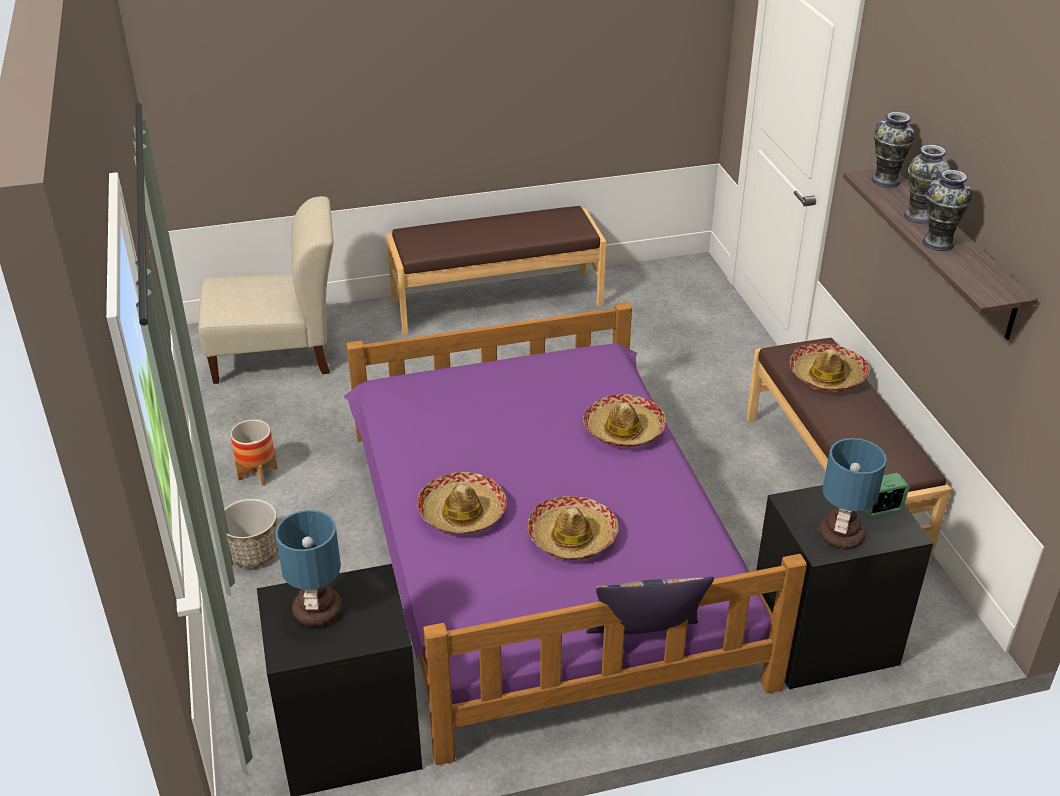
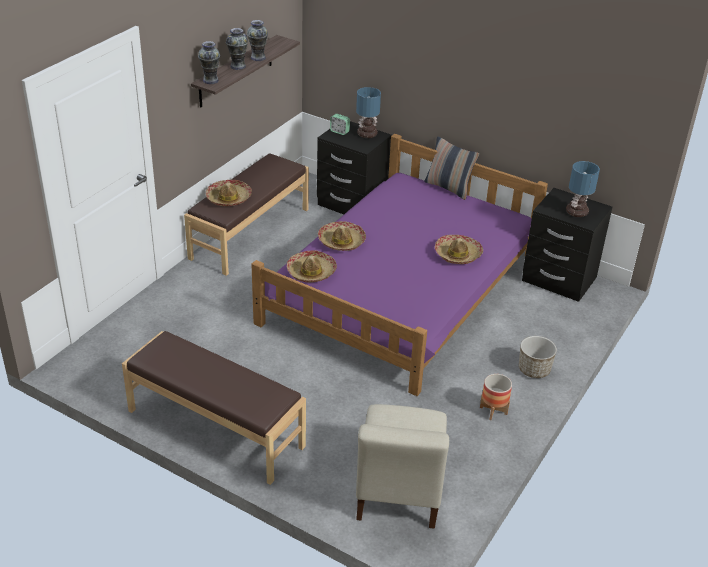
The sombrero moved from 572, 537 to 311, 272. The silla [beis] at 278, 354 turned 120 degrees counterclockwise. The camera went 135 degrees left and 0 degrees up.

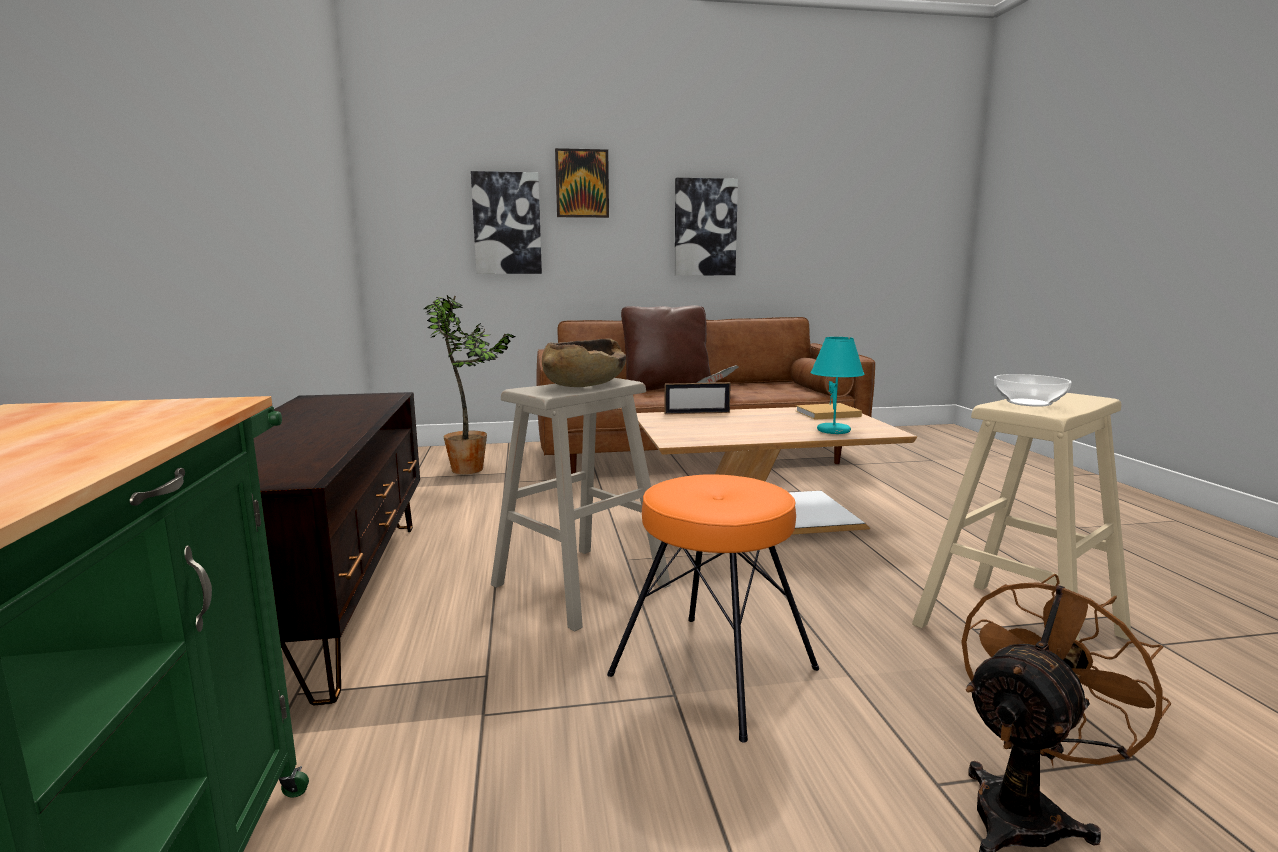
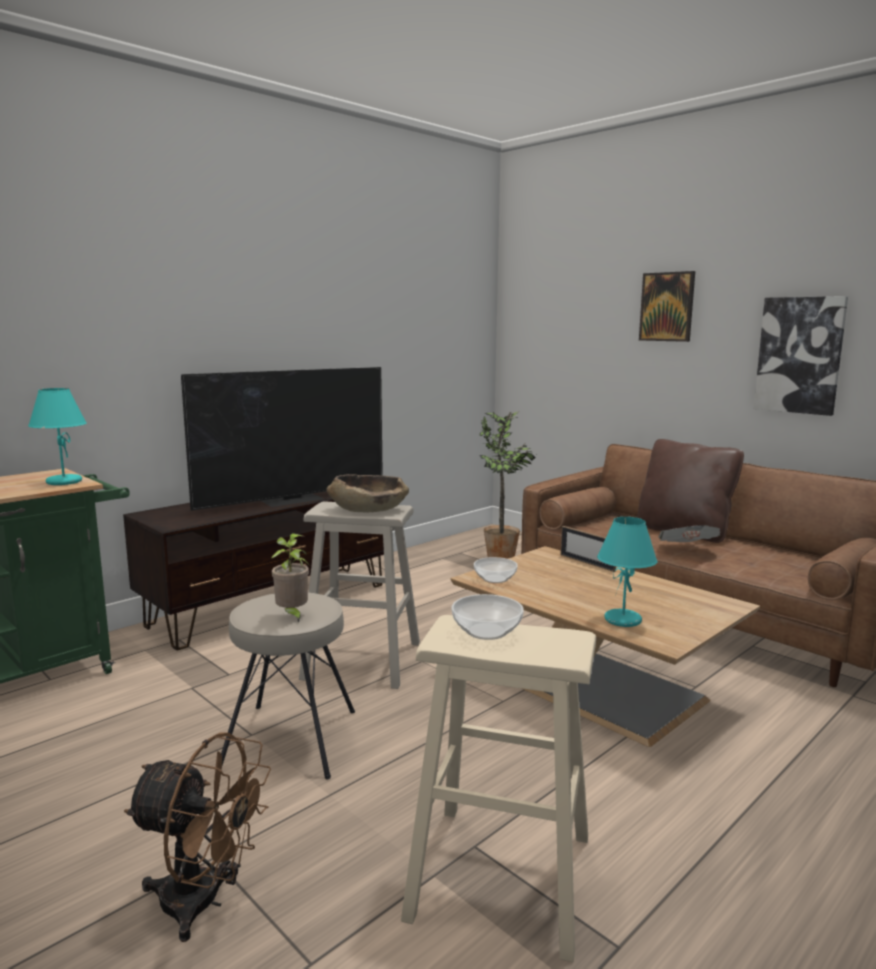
The lámpara de mesa [turquesa] at 63, 482 appeared. The televisor at 293, 499 appeared. The taburete [naranja] at 714, 670 became the taburete [beis] at 292, 739. The planta en maceta at 292, 615 appeared. The cuenco at 495, 579 appeared. The cuadro at 507, 224 disappeared. The libro [beis] at 826, 414 disappeared. The camera went 55 degrees right and 0 degrees up.

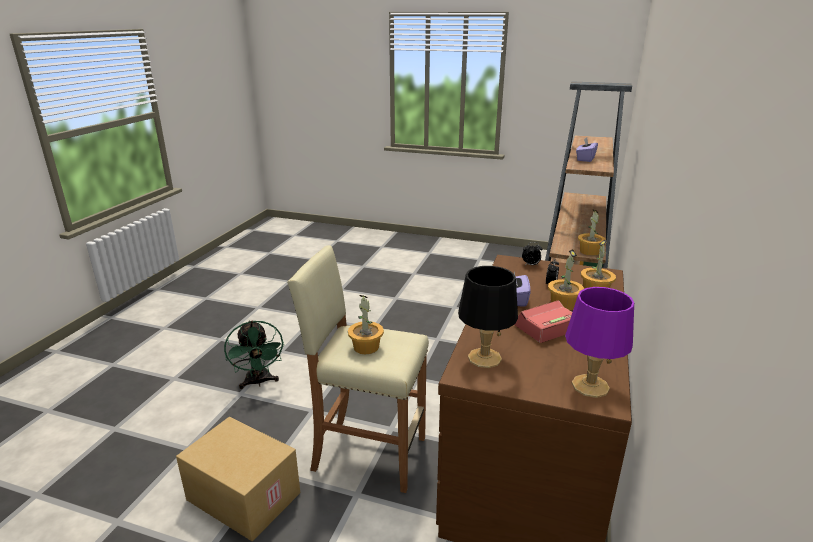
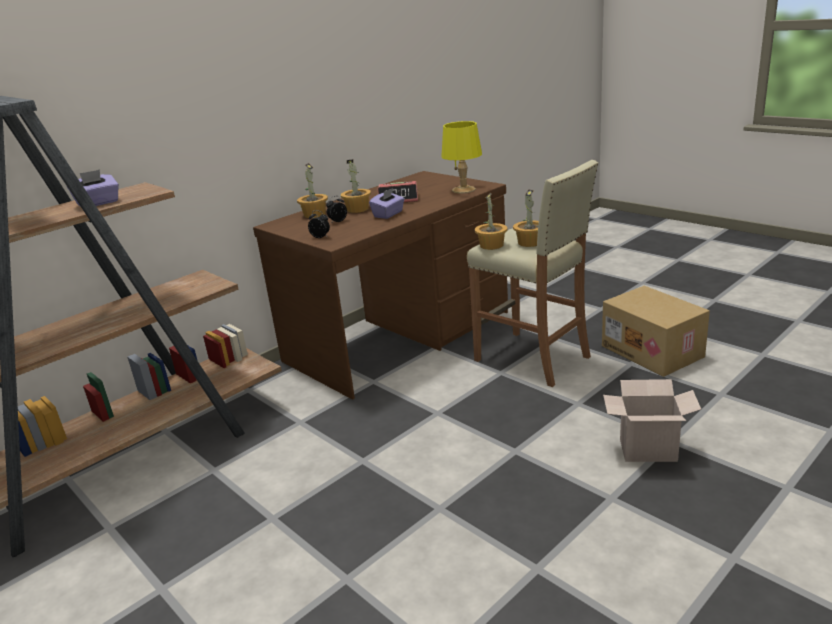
The lámpara de mesa [negro] at 484, 358 became the lámpara de mesa [amarillo] at 464, 190. The planta en maceta moved from 589, 251 to 492, 245. The ventilador [verde] at 258, 382 was replaced by the caja de cartón at 646, 451. The lámpara de mesa [morado] at 589, 385 disappeared. The camera went 150 degrees left and 0 degrees up.

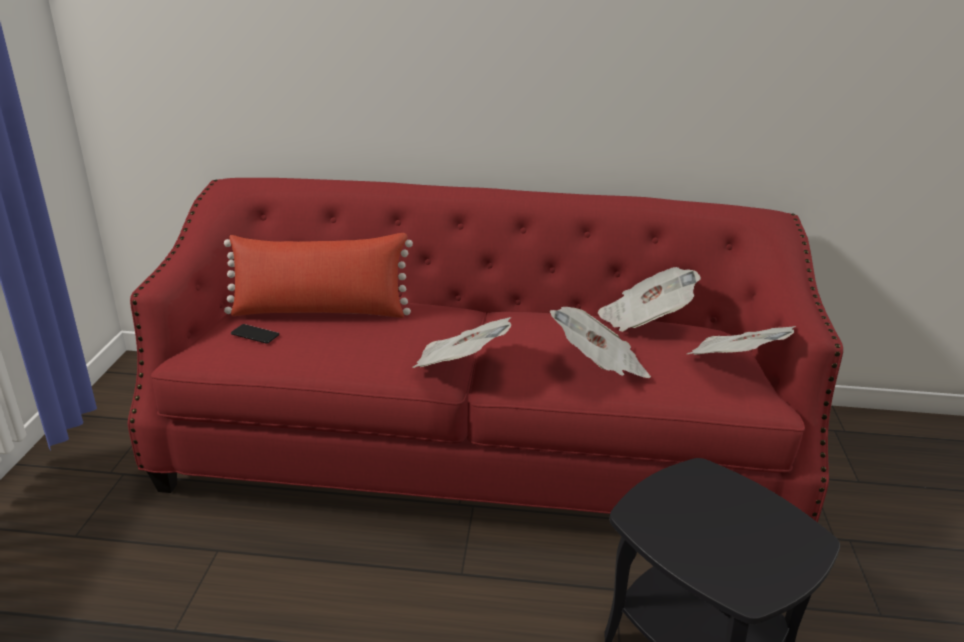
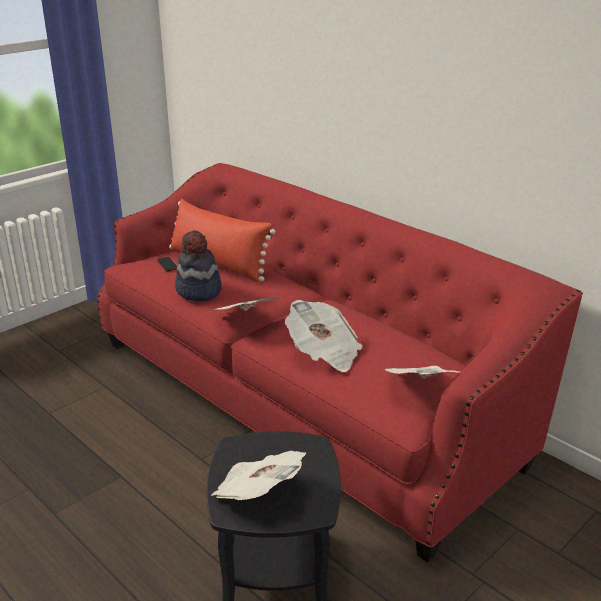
The sombrero at 198, 291 appeared. The periódico moved from 644, 320 to 258, 493. The camera went 40 degrees right and 0 degrees up.

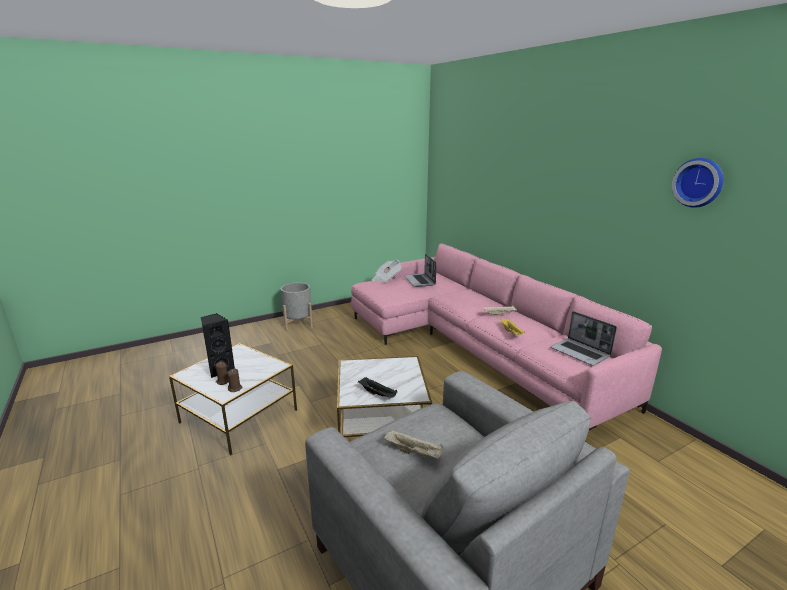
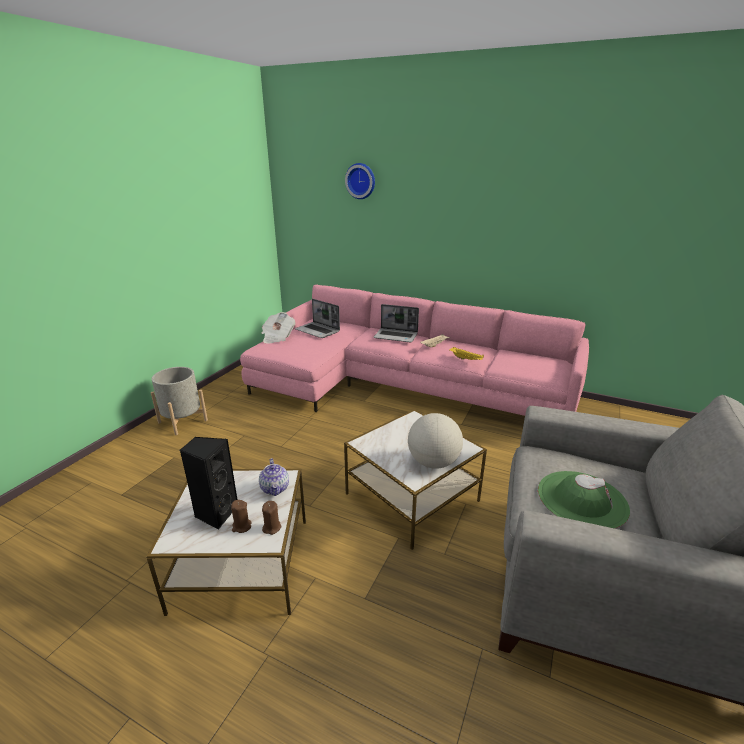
The tetera at 275, 488 appeared. The reloj de pared moved from 699, 182 to 361, 181. The portátil moved from 580, 353 to 396, 336. The bandeja [negro] at 378, 394 was replaced by the globo terráqueo at 433, 462. The bandeja [beis] at 414, 452 was replaced by the sombrero [verde] at 582, 499. The camera went 35 degrees left and 5 degrees up.

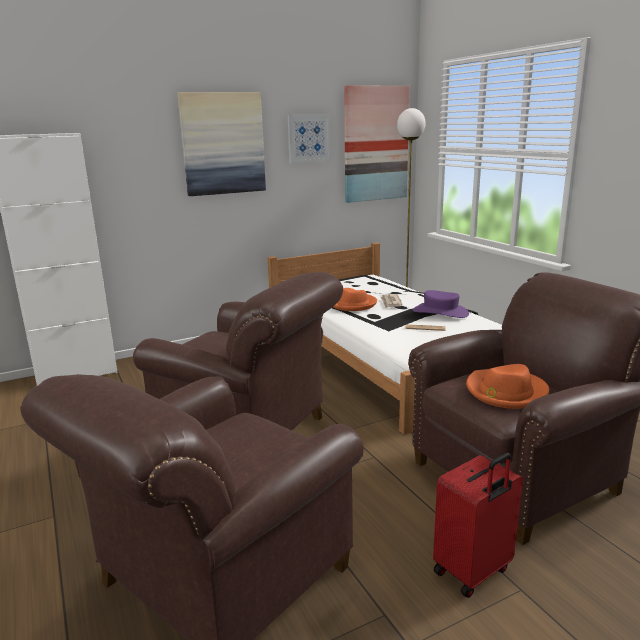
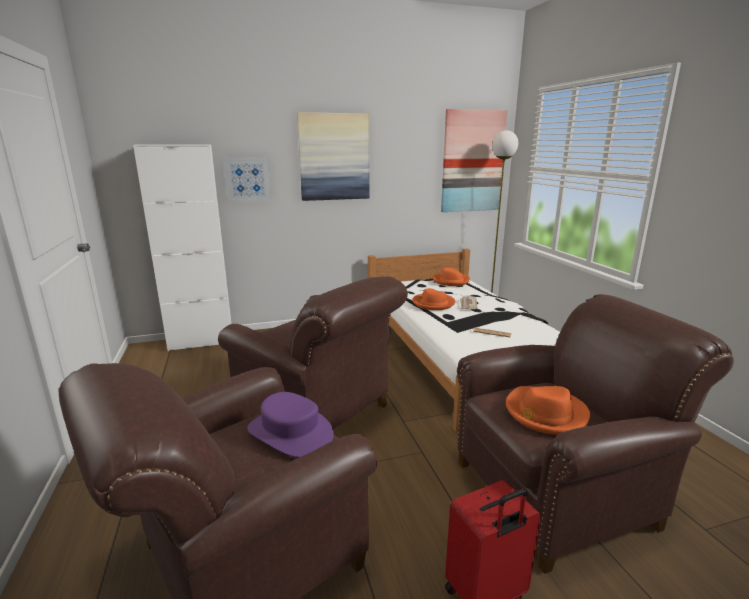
The cuadro moved from 308, 138 to 247, 179. The sombrero [morado] moved from 440, 312 to 291, 432. The sombrero [naranja] at 451, 281 appeared. The camera went 10 degrees right and 0 degrees up.

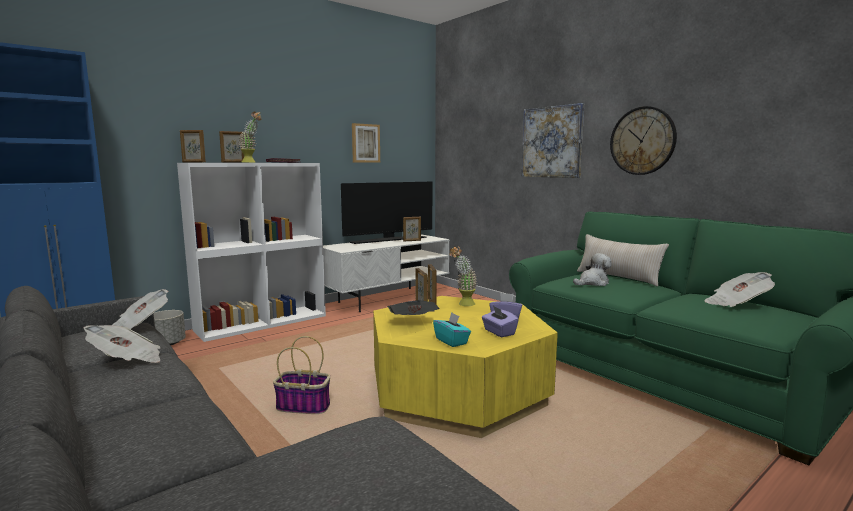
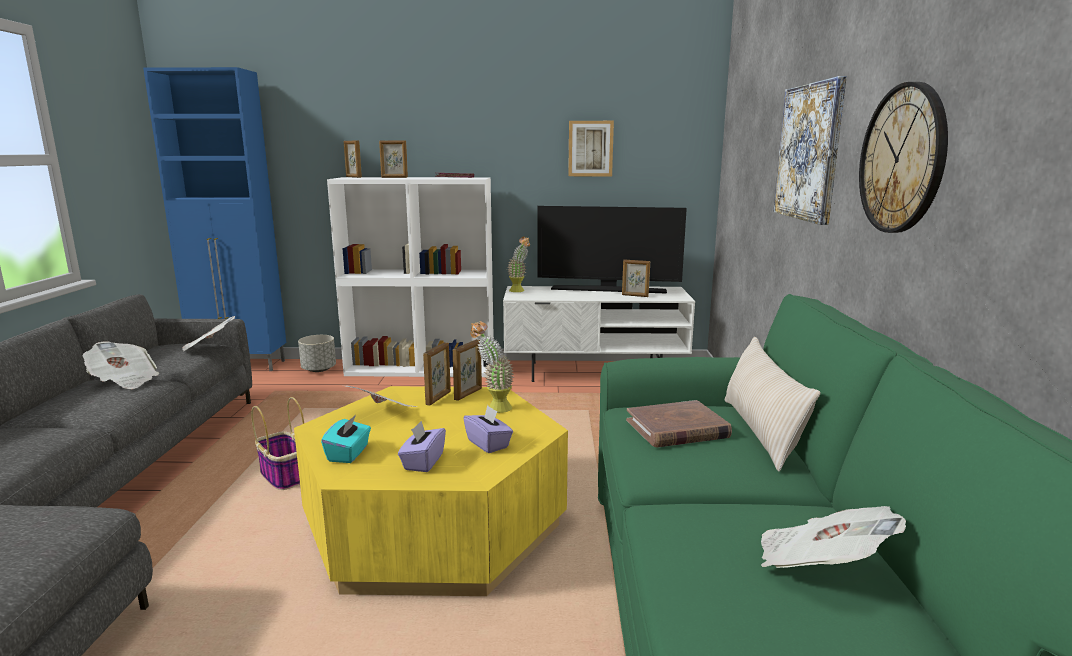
The planta en maceta moved from 252, 162 to 519, 291. The peluche at 592, 283 was replaced by the libro [marrón] at 677, 429. The camera went 40 degrees right and 5 degrees up.

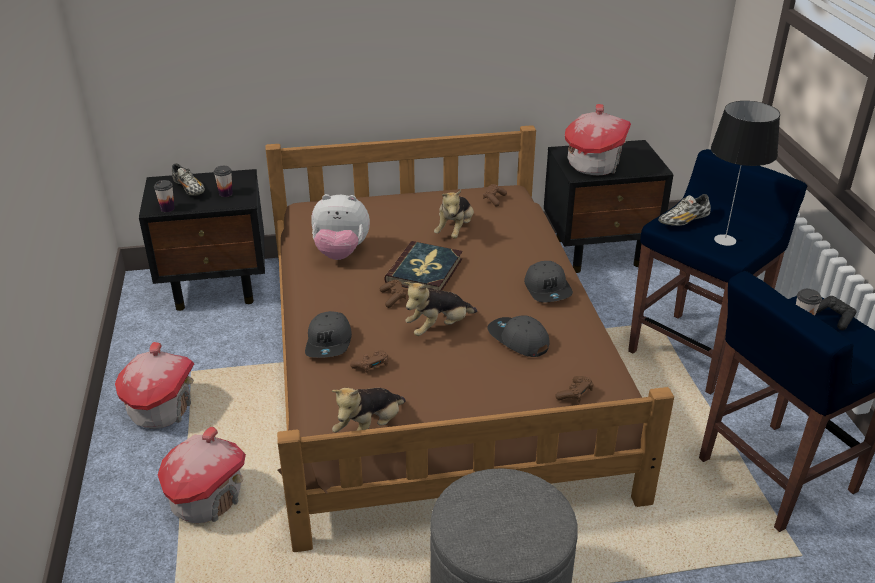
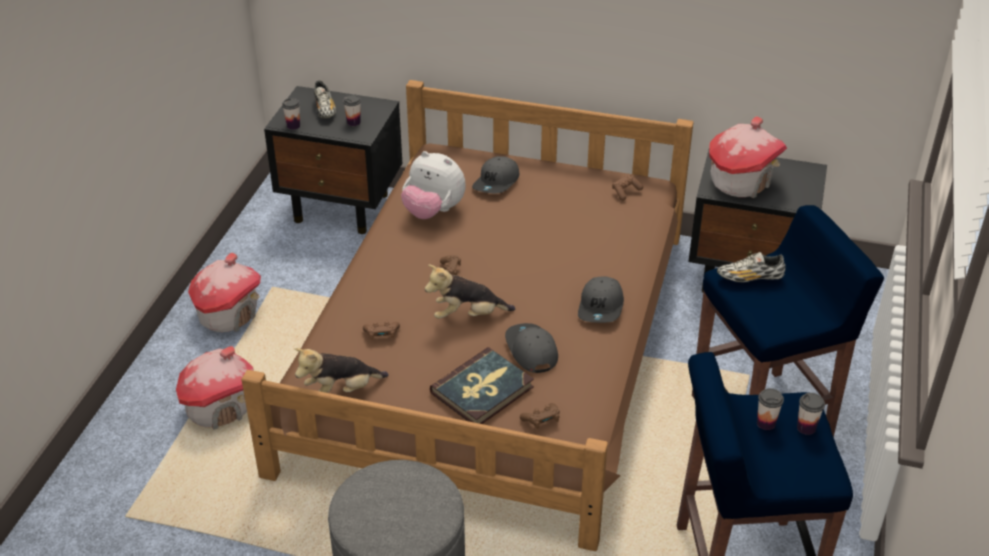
The libro moved from 425, 271 to 482, 390. The gorra [gris] moved from 329, 343 to 497, 183. The mando de consola [negro] at 833, 318 was replaced by the taza at 806, 427. The peluche at 455, 230 disappeared. The lámpara de mesa at 724, 240 disappeared. The camera went 25 degrees right and 5 degrees up.

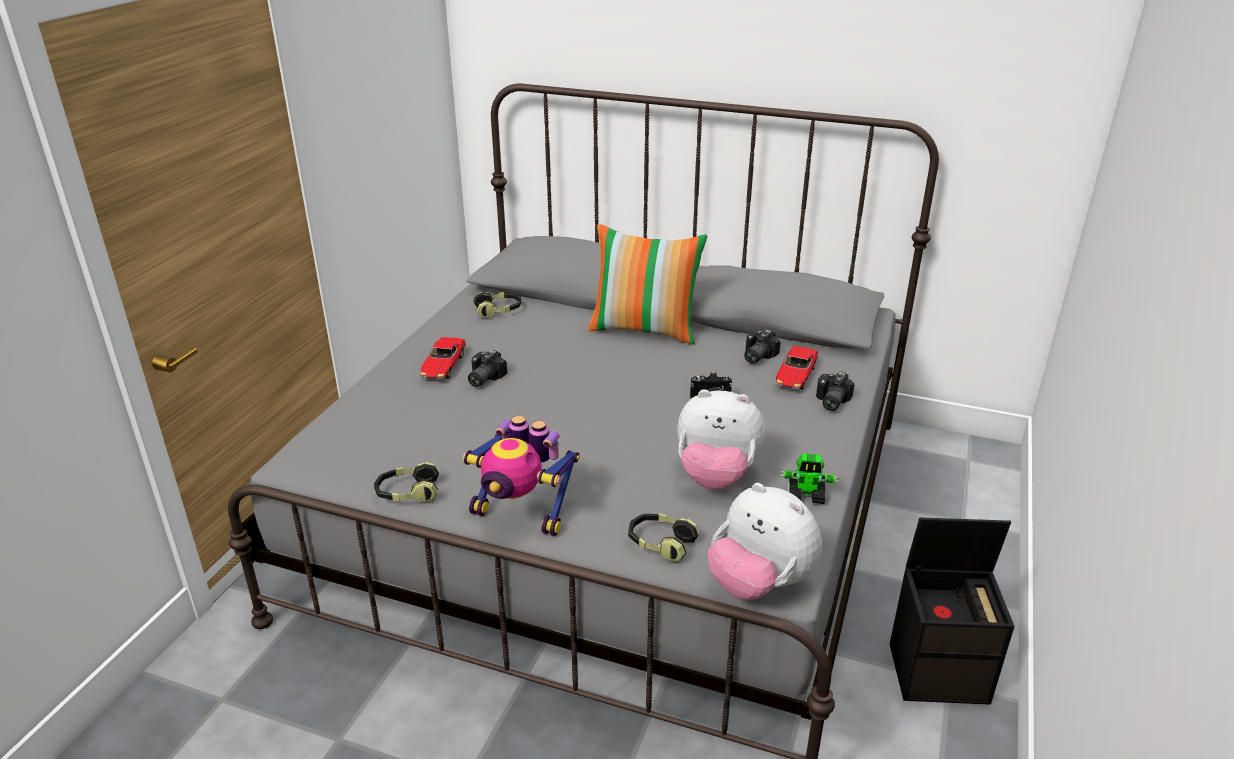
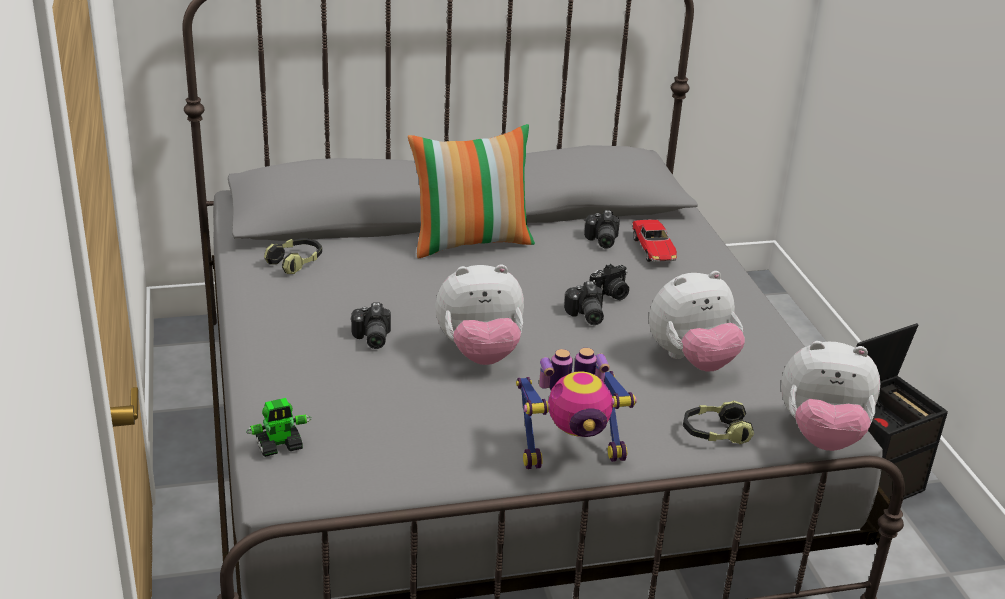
The robot de juguete moved from 806, 496 to 280, 446. The peluche at 480, 353 appeared. The cámara moved from 830, 402 to 585, 315. The auriculares at 408, 493 disappeared. The coche de juguete at 443, 366 disappeared. The camera went 35 degrees left and 0 degrees up.

